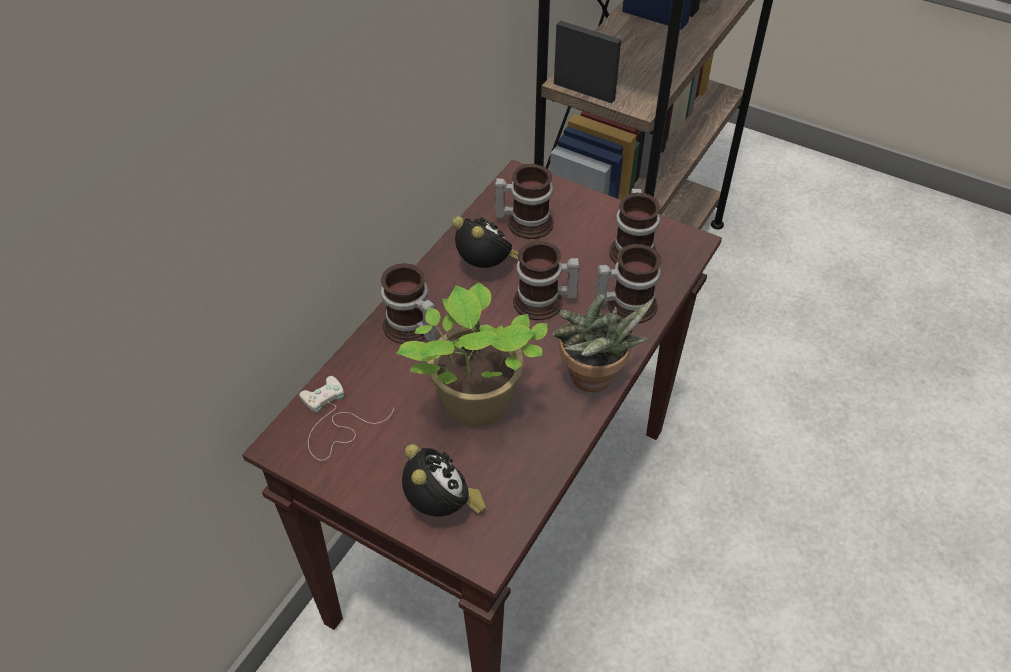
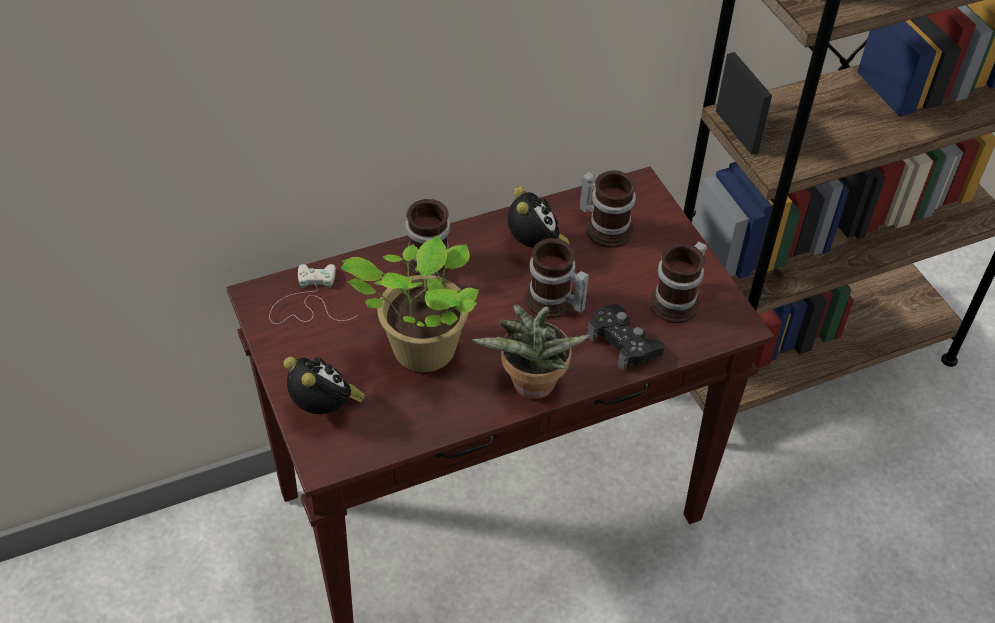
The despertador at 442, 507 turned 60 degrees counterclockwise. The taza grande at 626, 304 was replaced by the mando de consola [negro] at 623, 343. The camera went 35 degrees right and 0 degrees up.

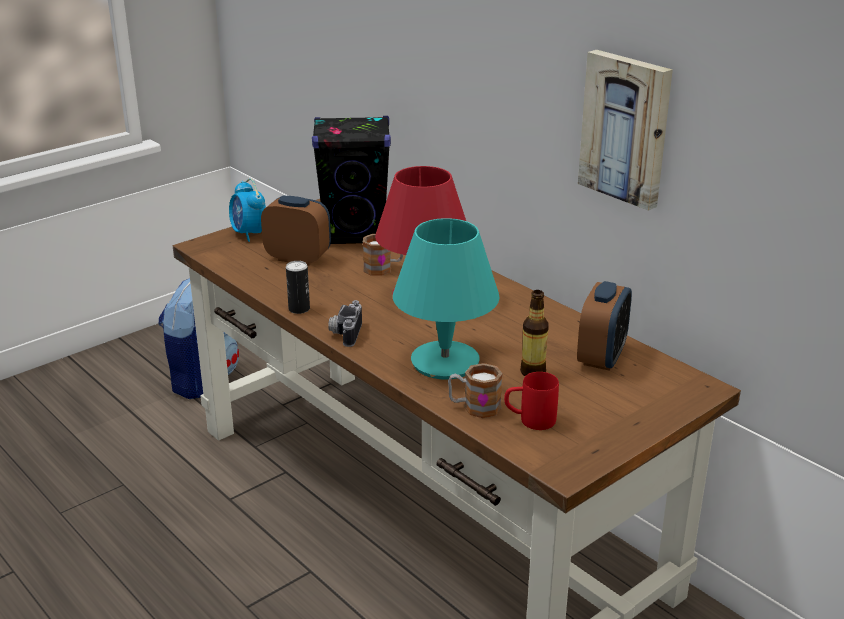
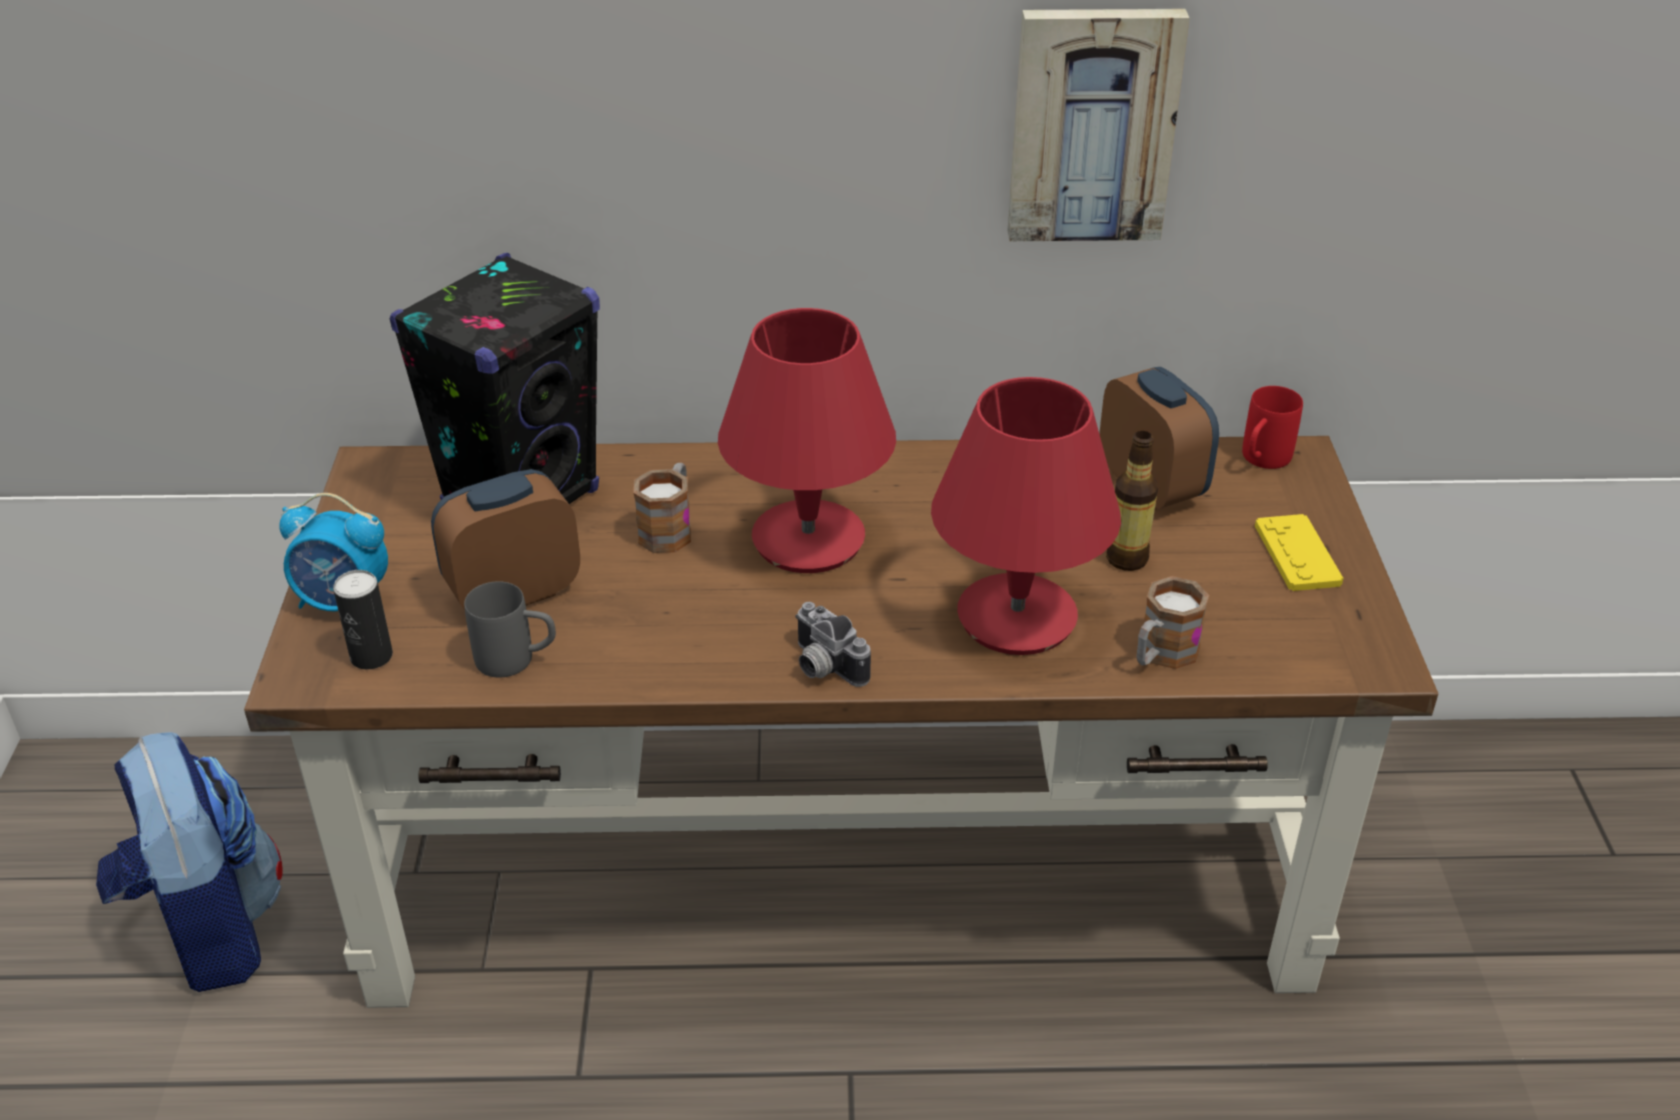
The lata moved from 299, 309 to 371, 656. The taza grande [gris] at 517, 660 appeared. The lámpara de mesa [turquesa] at 445, 362 became the lámpara de mesa [rojo] at 1017, 618. The taza grande [rojo] moved from 529, 421 to 1261, 461. The mando de consola [amarillo] at 1297, 554 appeared. The camera went 50 degrees left and 10 degrees up.

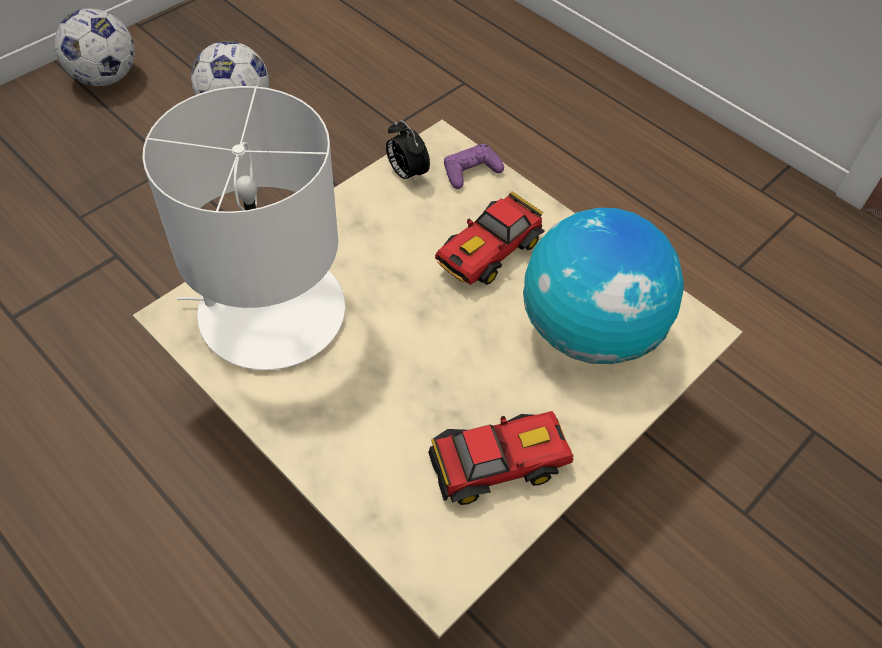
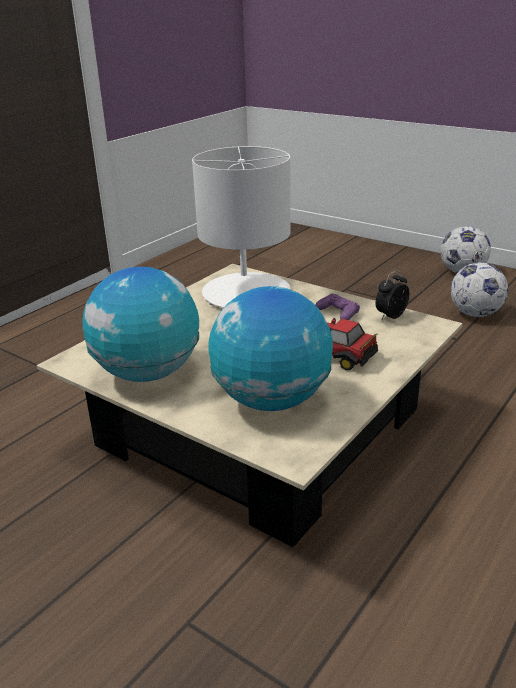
The coche de juguete at 499, 464 was replaced by the globo terráqueo at 148, 373. The mando de consola [morado] moved from 471, 171 to 338, 313. The camera went 85 degrees right and 25 degrees down.

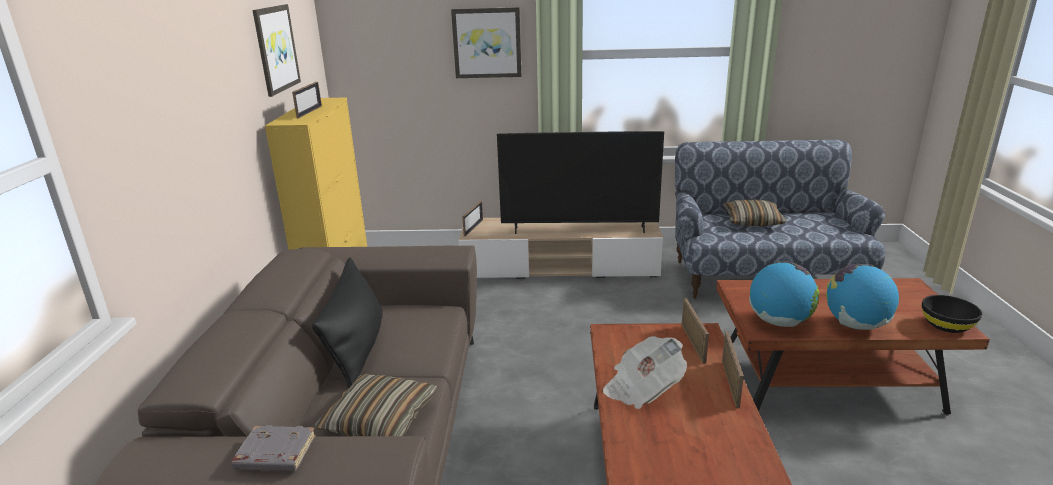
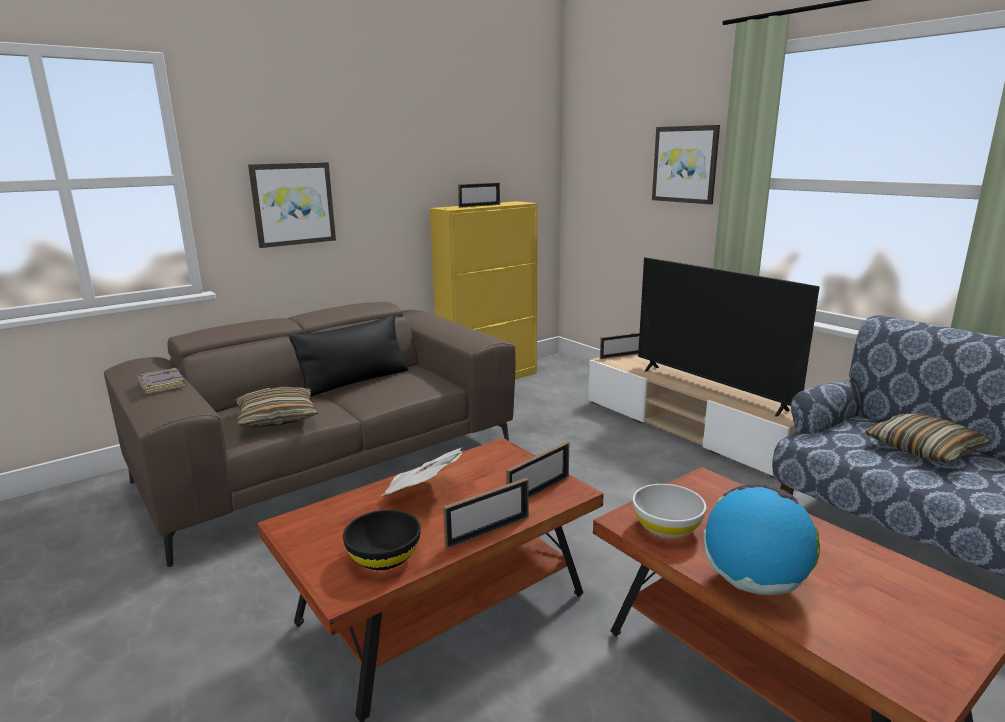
The cuadro moved from 275, 49 to 293, 204. The cuenco [negro] moved from 946, 325 to 384, 557. The globo terráqueo at 779, 322 was replaced by the cuenco [blanco] at 666, 527. The camera went 50 degrees right and 5 degrees down.

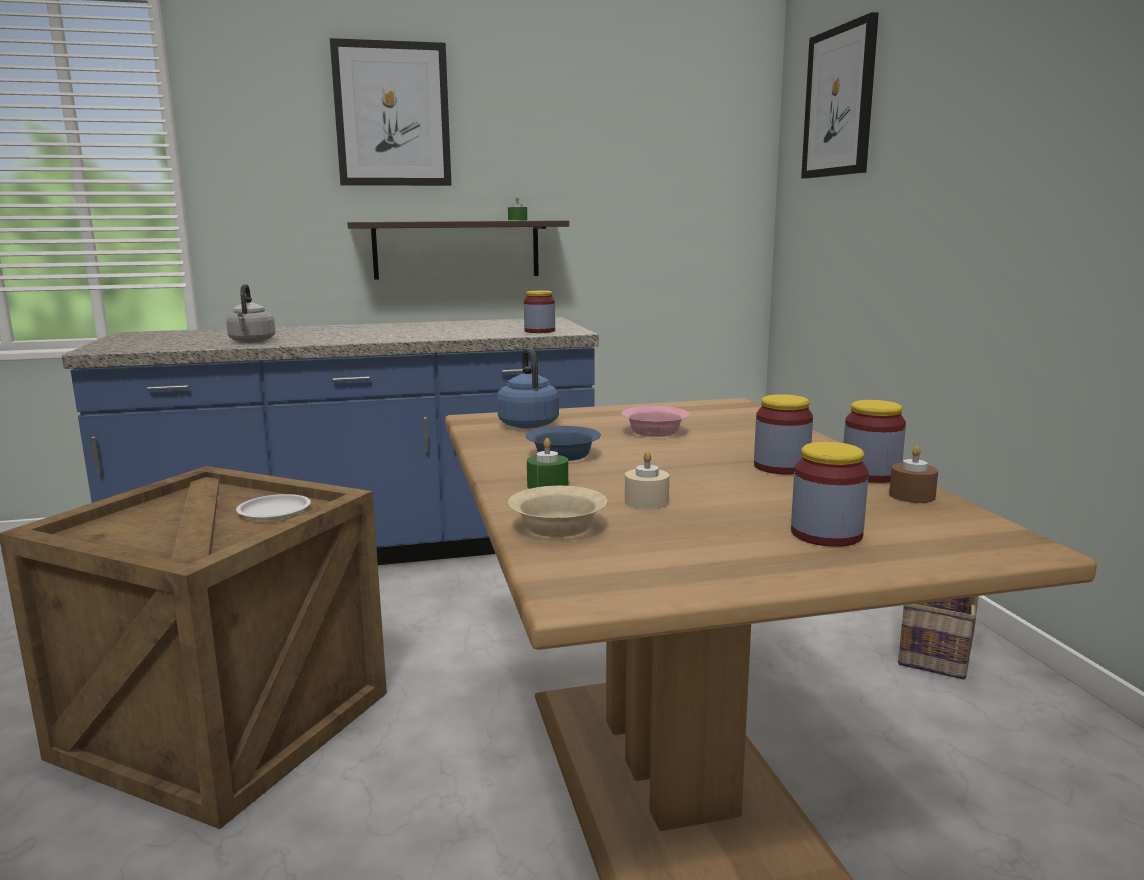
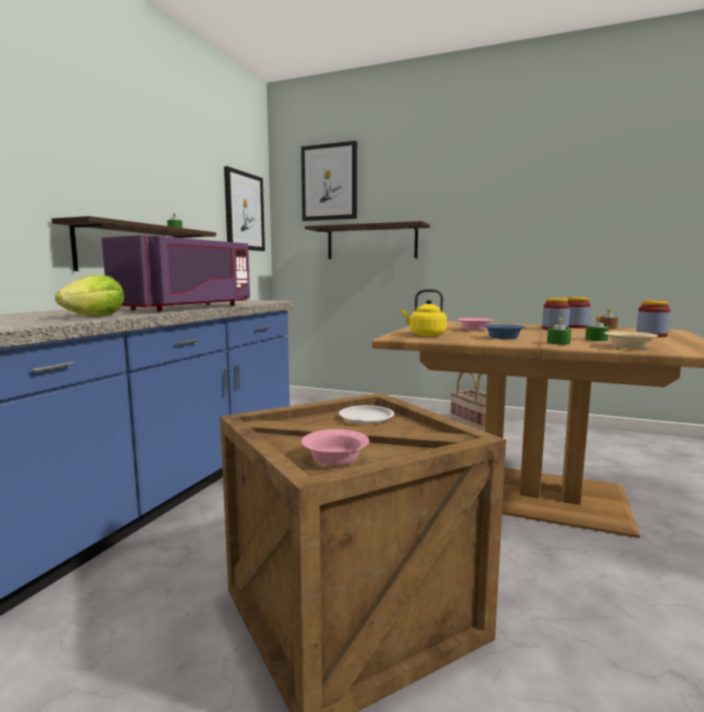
The hervidor [gris] at 251, 341 was replaced by the lechuga at 95, 316. The microondas [morado] at 187, 308 appeared. The cuadro moved from 392, 115 to 244, 211. The cuenco [rosa] at 334, 459 appeared. The estante at 371, 242 appeared. The hervidor [azul] at 527, 424 became the hervidor [amarillo] at 425, 335. The vela [beis] at 646, 502 became the vela [verde] at 596, 339. The tarro at 539, 331 disappeared. The camera went 55 degrees left and 5 degrees down.

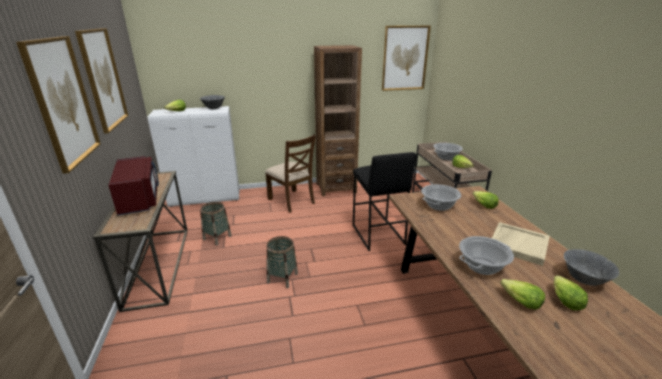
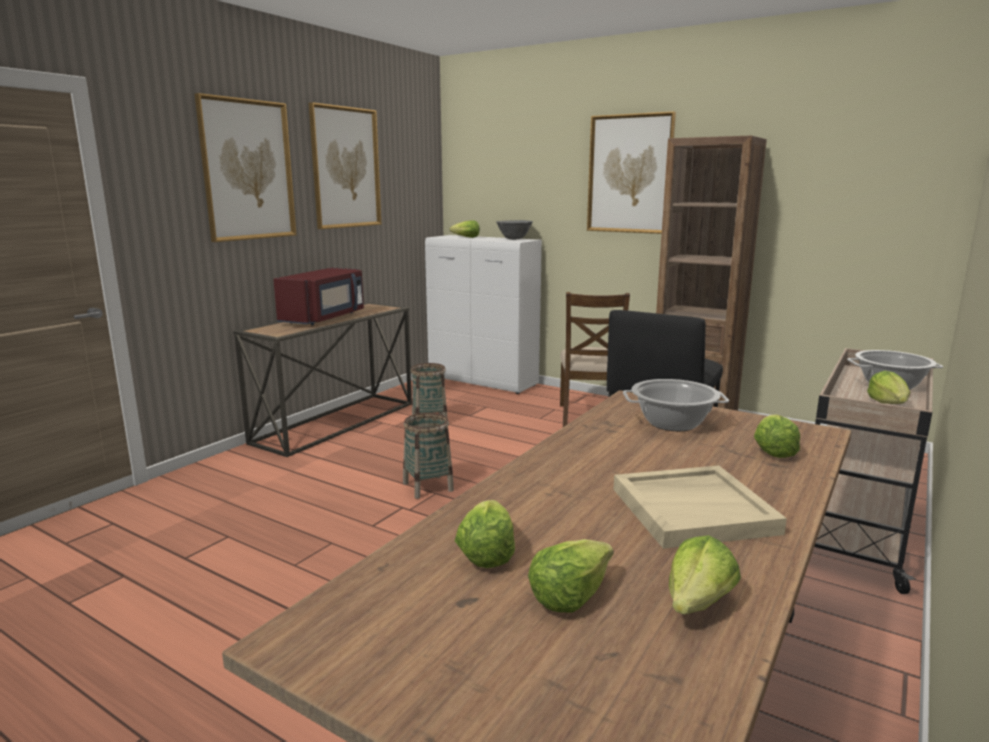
The cuadro moved from 405, 58 to 629, 174. The cuenco [gris] at 583, 280 was replaced by the lechuga at 698, 603. The olla at 482, 266 disappeared. The camera went 45 degrees right and 10 degrees down.

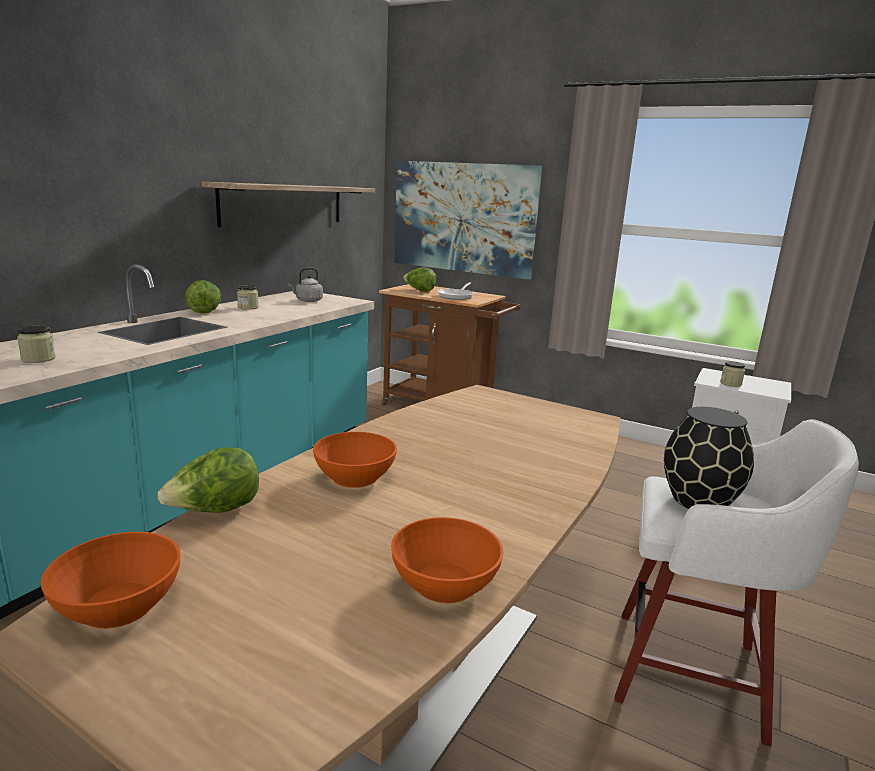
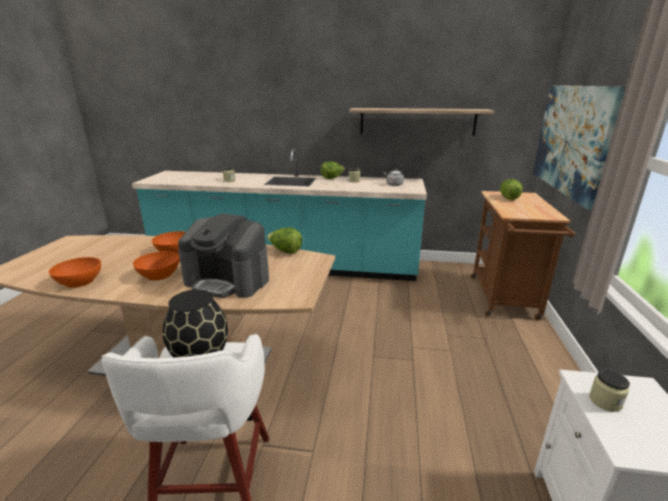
The cuenco [naranja] moved from 118, 605 to 159, 274. The cafetera at 228, 280 appeared. The lechuga moved from 215, 511 to 285, 251. The sartén at 457, 296 disappeared. The camera went 70 degrees right and 5 degrees up.

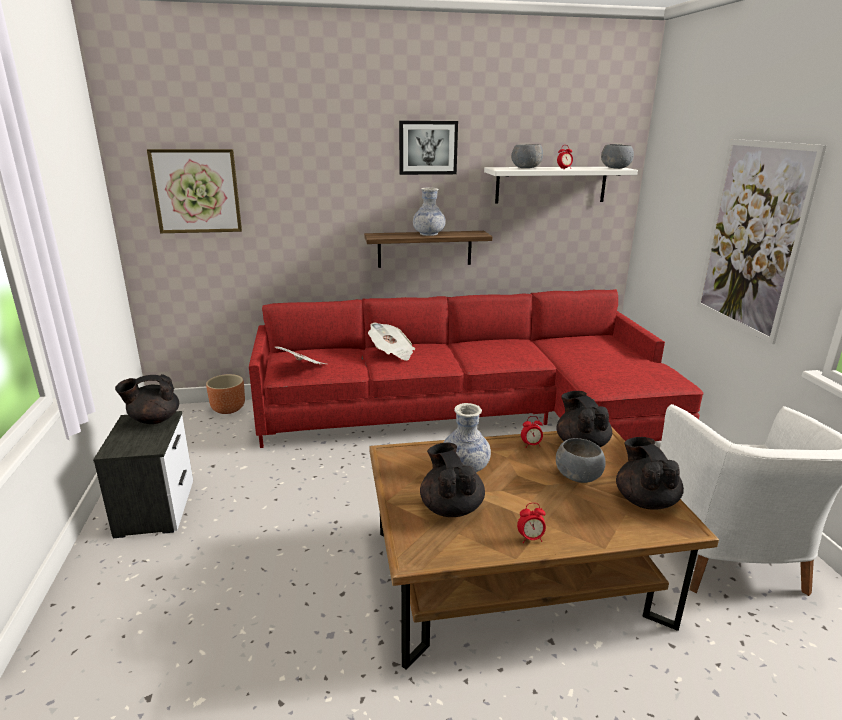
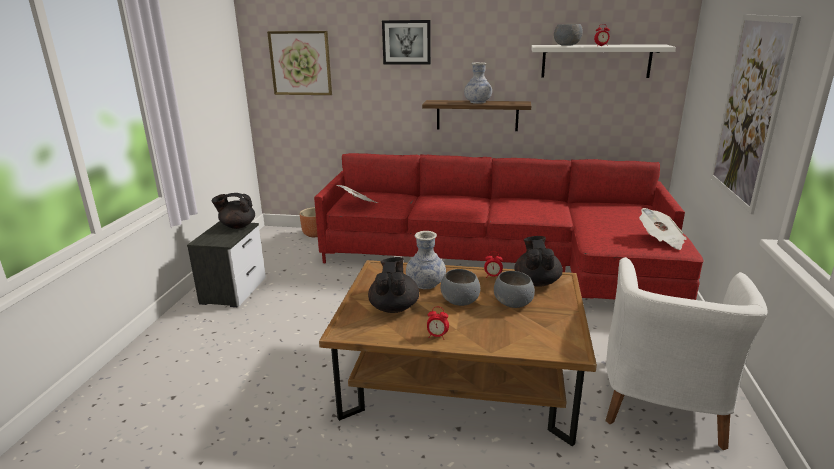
The cuadro moved from 428, 147 to 406, 42. The cuenco [gris] moved from 616, 168 to 460, 301. The periódico moved from 392, 353 to 661, 240. The tetera [negro] at 645, 500 disappeared. The camera went 20 degrees right and 0 degrees up.

